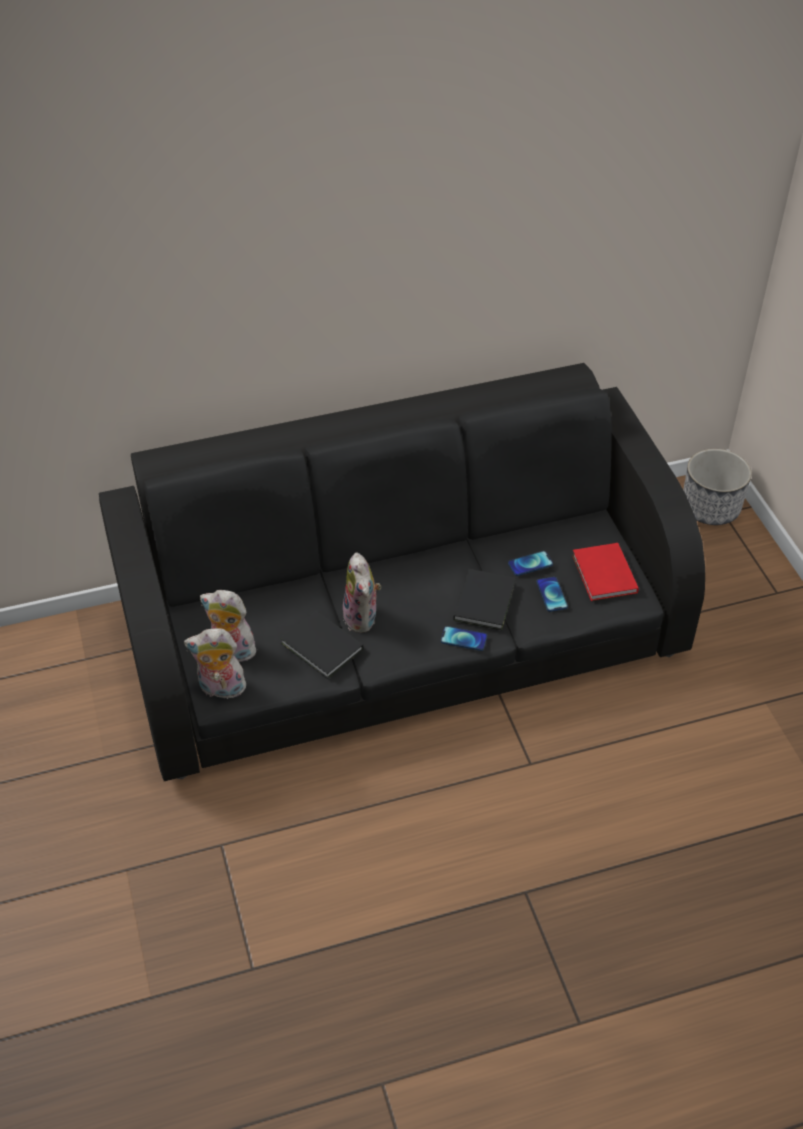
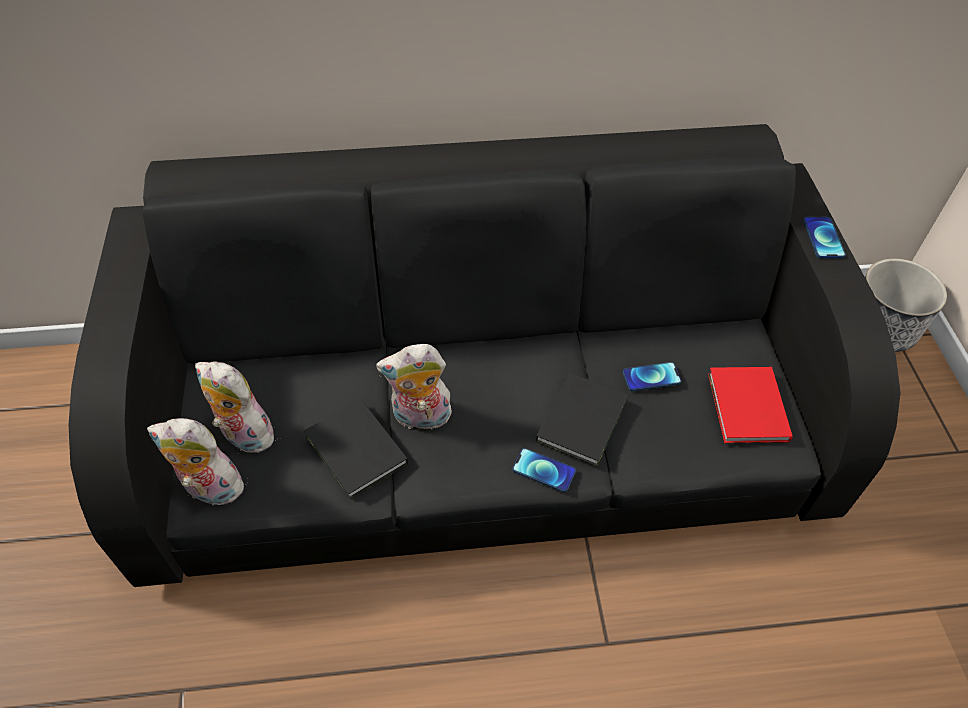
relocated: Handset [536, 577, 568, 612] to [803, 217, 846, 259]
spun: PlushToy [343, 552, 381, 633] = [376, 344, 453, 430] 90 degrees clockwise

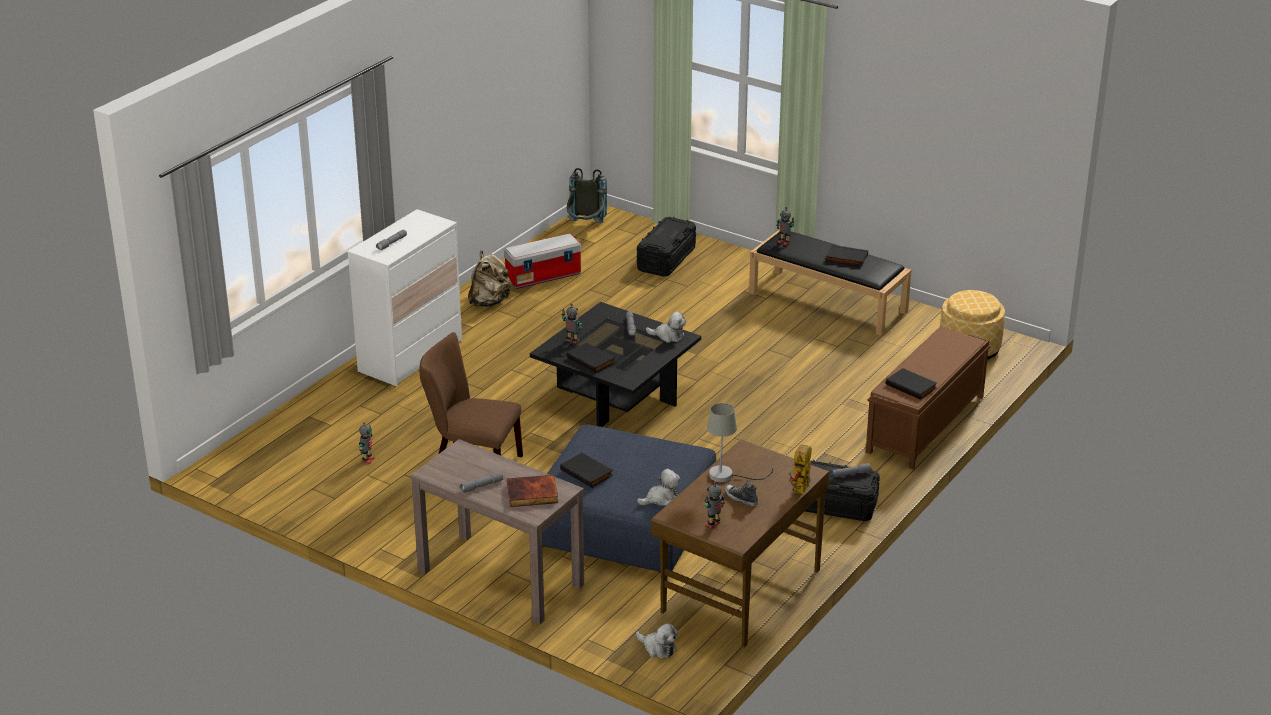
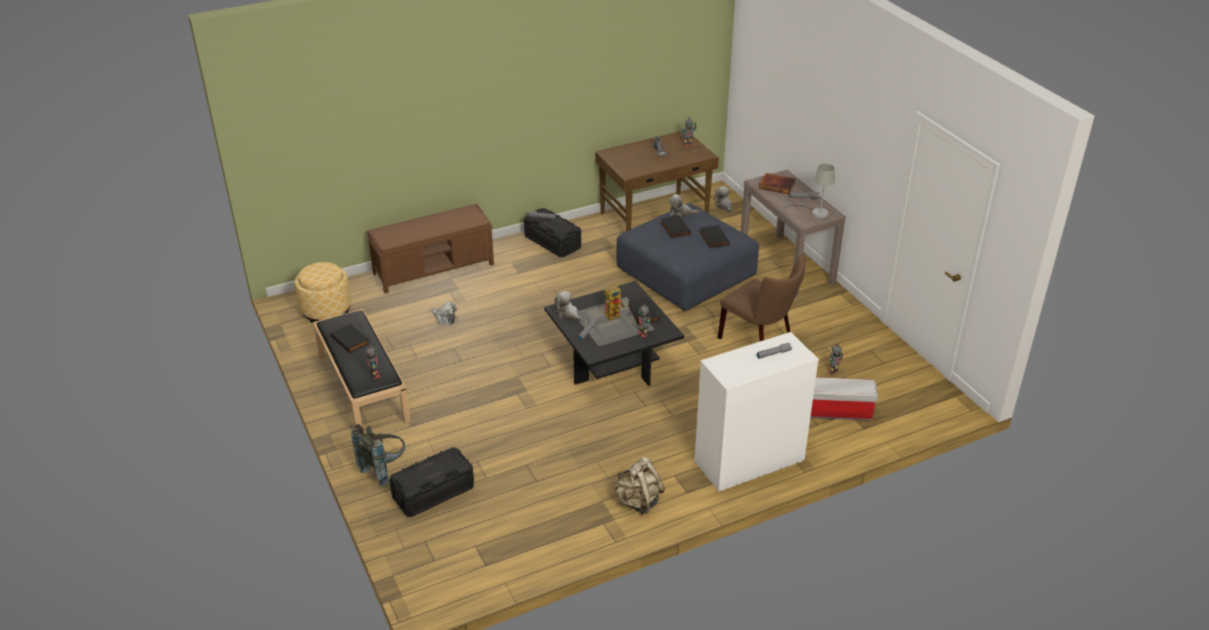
appeared: PlushToy [432, 302, 457, 325]
relocated: GreyishBackpack [567, 168, 607, 223] to [352, 424, 405, 486]; StorageContainer [504, 233, 581, 289] to [810, 377, 878, 421]; BlackVolume [886, 368, 937, 400] to [660, 215, 691, 238]; GreyishTabletopLamp [707, 403, 773, 483] to [785, 164, 835, 219]; ToyRobot [788, 444, 812, 494] to [604, 284, 625, 321]

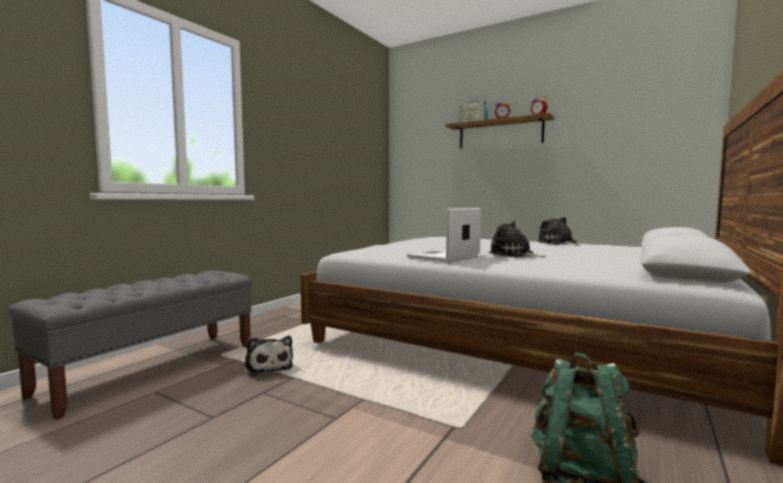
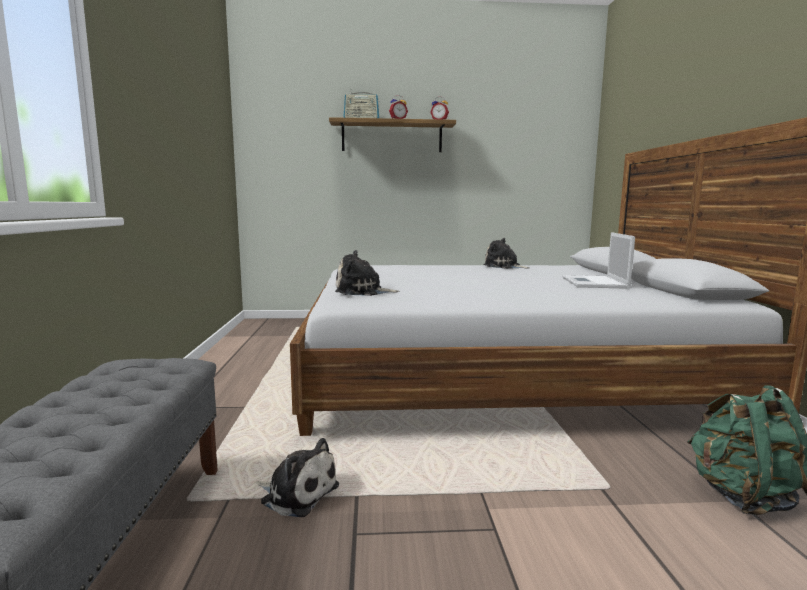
relocated: NotebookComputer [407, 208, 481, 262] to [562, 232, 635, 289]; PlushToy [489, 221, 546, 258] to [335, 250, 399, 296]

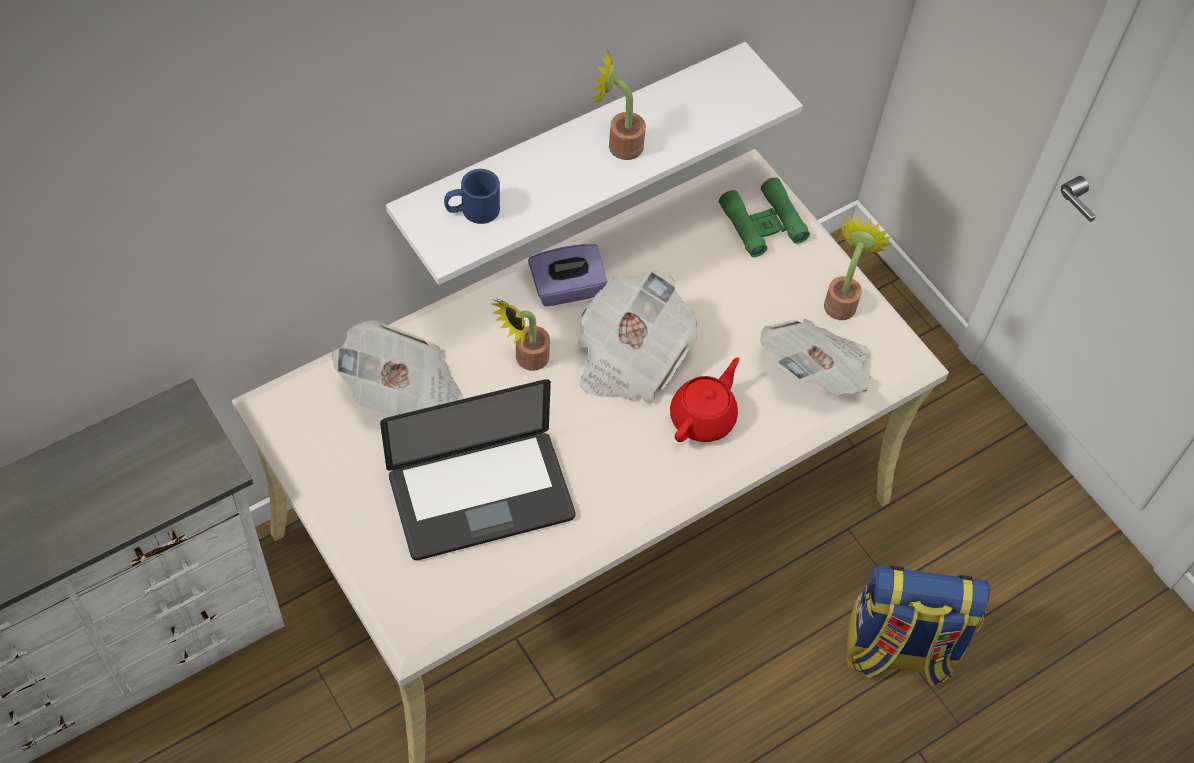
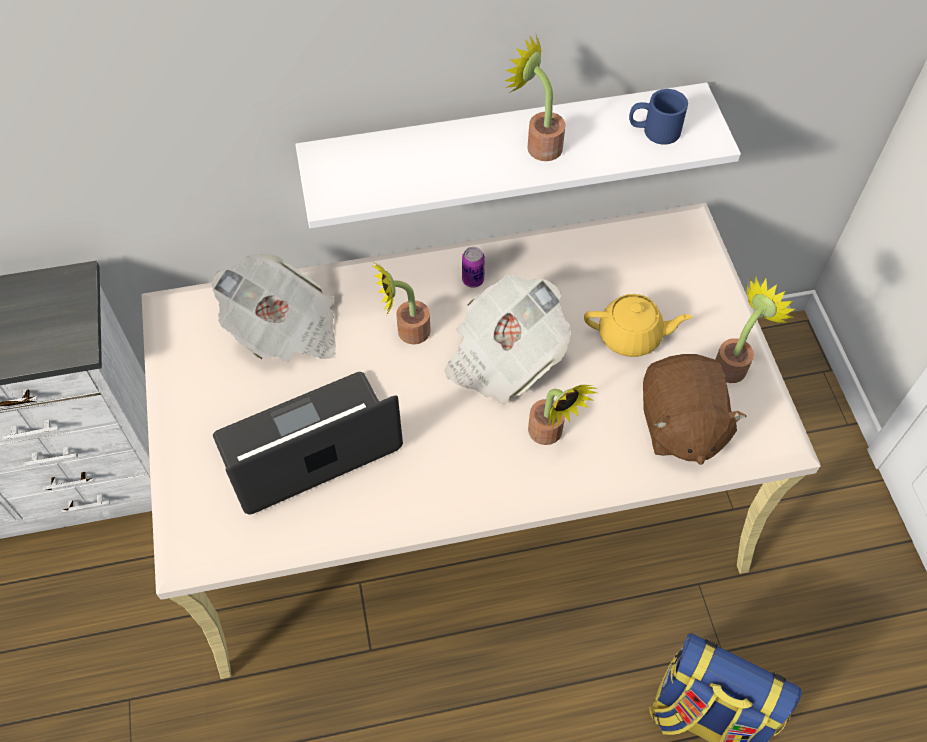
missing: GreenColouredPairOfBinoculars [719, 177, 810, 257]
appeared: YellowColouredTeaPot [584, 294, 692, 357]
relocated: BluishCoffeeMug [444, 169, 500, 224] to [629, 89, 688, 145]
exchanged: PurplishTissueBox [528, 244, 607, 306] to MetalCan [462, 247, 485, 288]; DailyPaper [760, 319, 871, 395] to BrownPlushToy [643, 354, 747, 465]; RedColouredTeaPot [670, 357, 739, 442] to PottedPlant [528, 385, 597, 445]
spun: NotebookComputer [380, 379, 576, 560] = [213, 372, 403, 514] 150 degrees clockwise

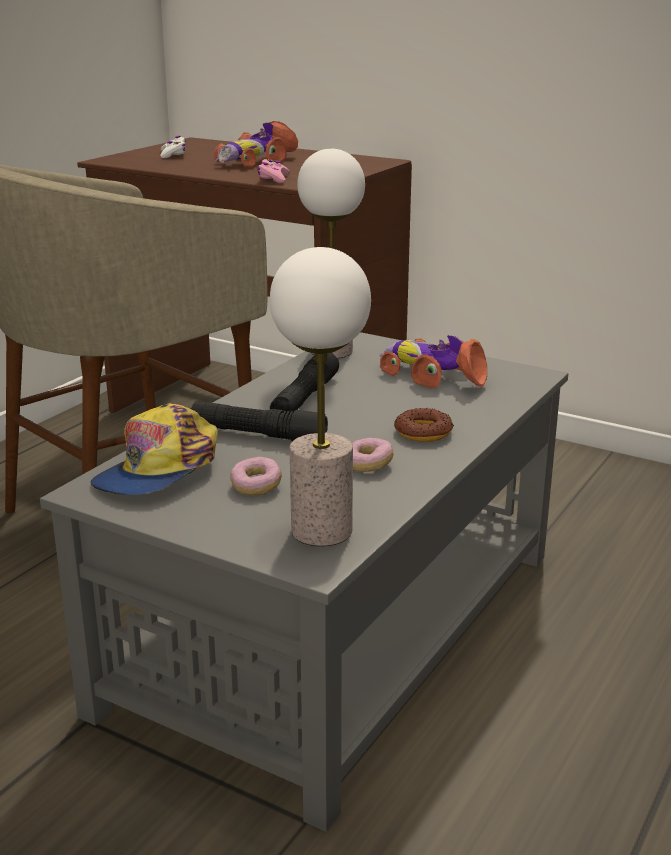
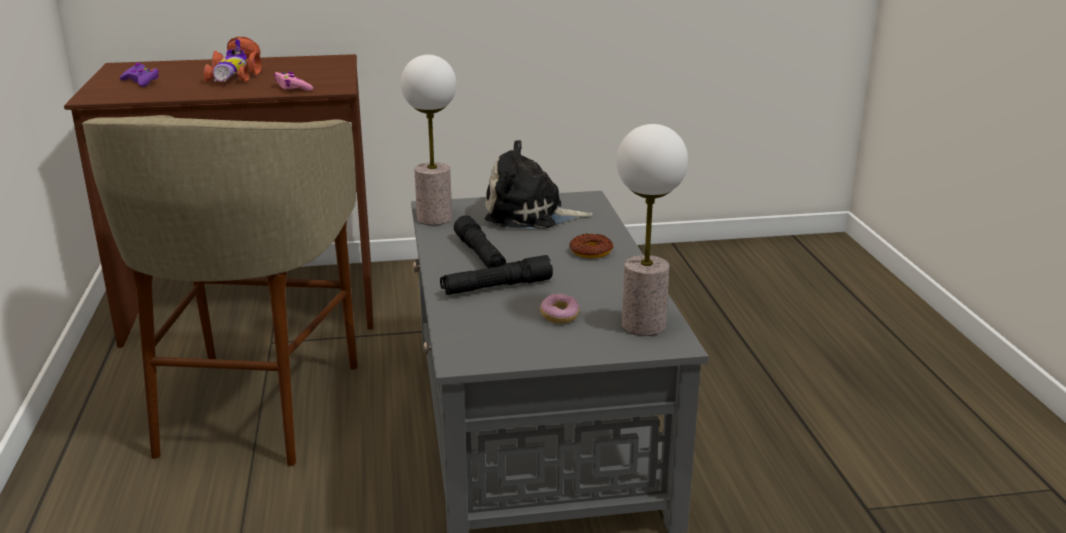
missing: Cap [90, 403, 218, 495]; Donut [352, 438, 394, 472]
exchanged: ToyCar [380, 335, 487, 388] to PlushToy [485, 140, 593, 229]
colour: WhitishJoypad [160, 136, 186, 158] to PurplishJoypad [119, 63, 159, 87]

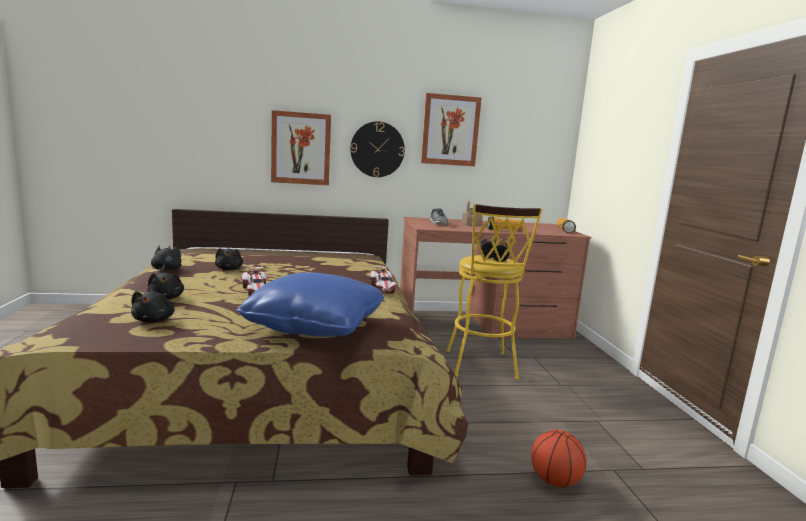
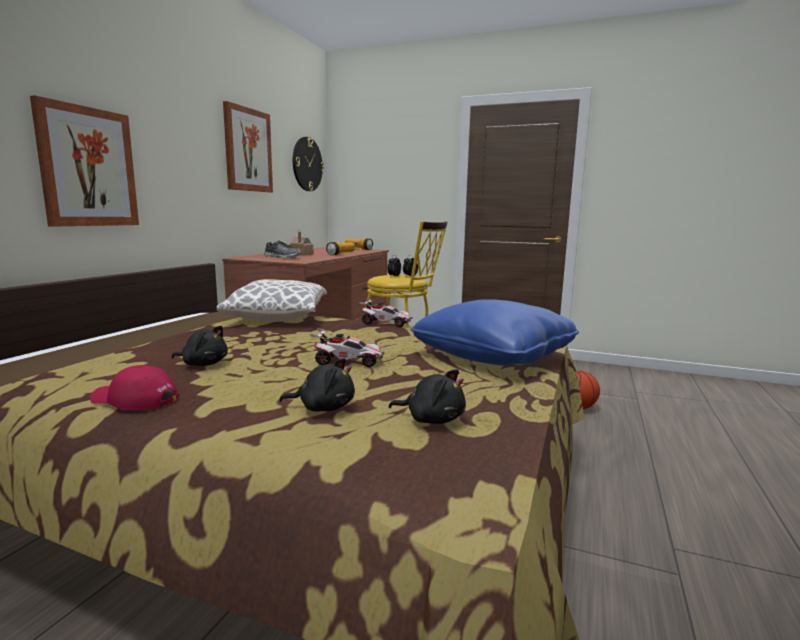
appeared: Cushion [216, 279, 327, 322]
relocated: ClockOnTheWall [350, 122, 405, 177] to [293, 137, 324, 191]
exchanged: BlackPlushToy [151, 246, 181, 273] to RedColouredCap [90, 365, 179, 410]

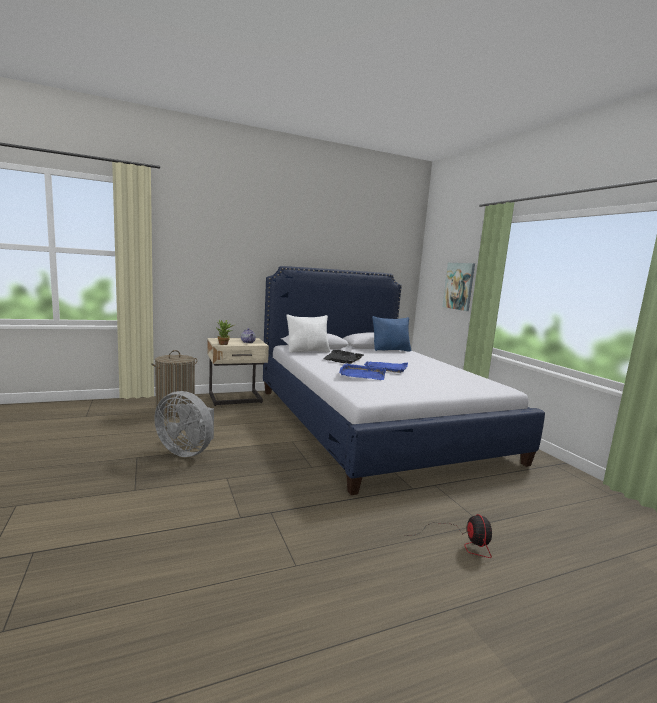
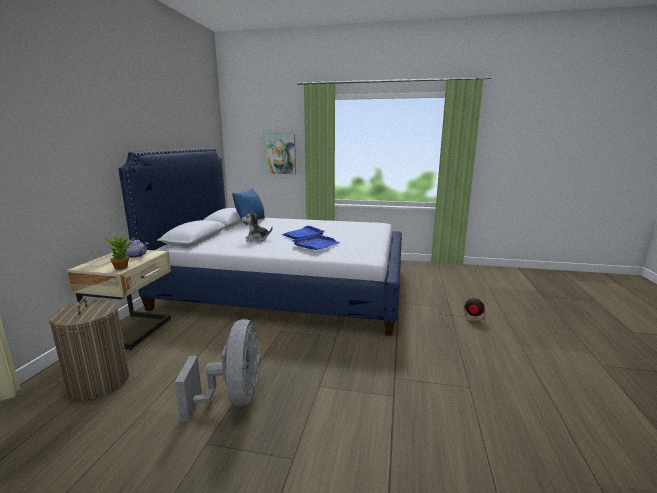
missing: WhitishCushion [286, 314, 330, 352]
exchanged: BlackTray [323, 350, 364, 364] to PlushToy [242, 210, 273, 242]
spun: GreyishFan [154, 391, 214, 457] = [175, 319, 261, 422] 60 degrees counterclockwise

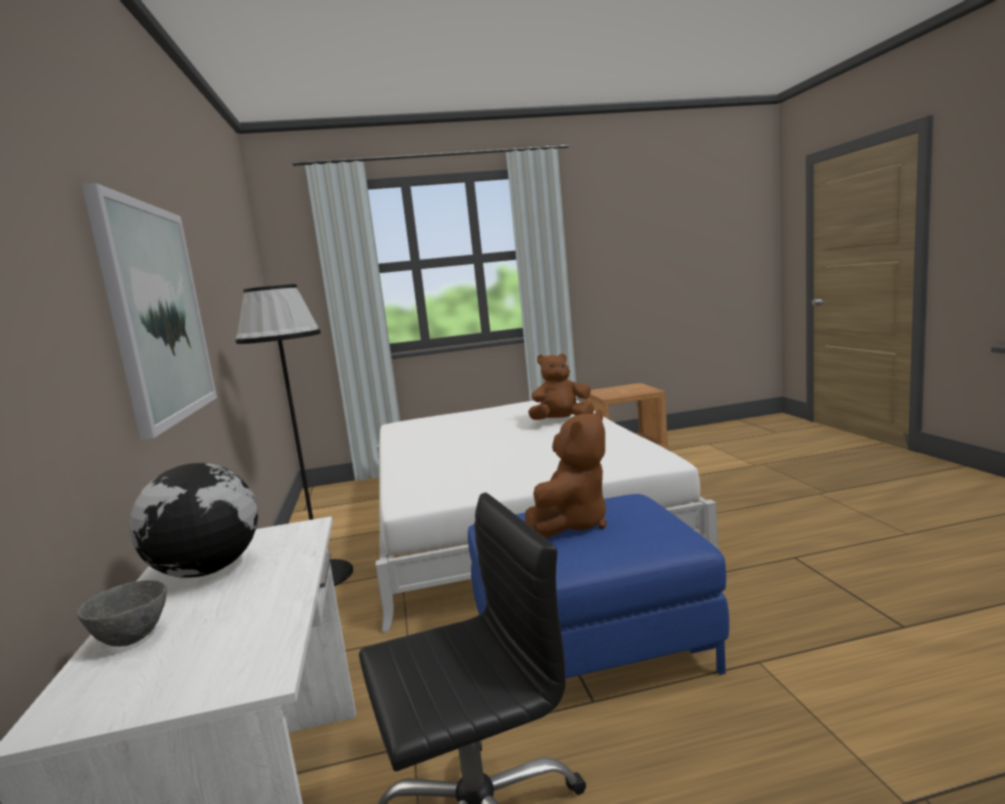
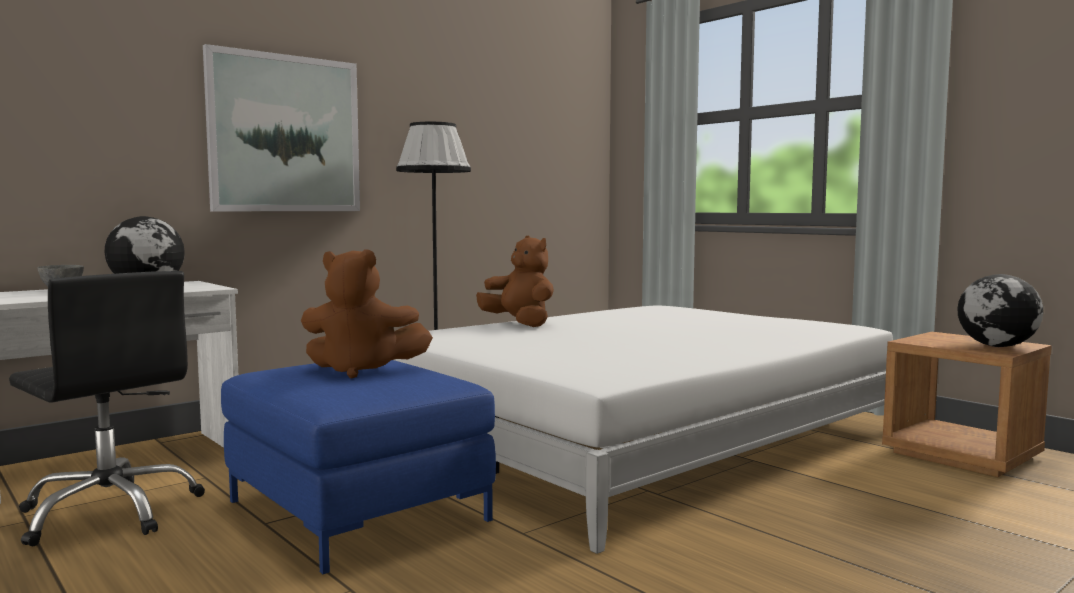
appeared: Globe [957, 274, 1043, 347]
relocated: BrownPlushToy [528, 353, 594, 420] to [476, 235, 554, 327]

